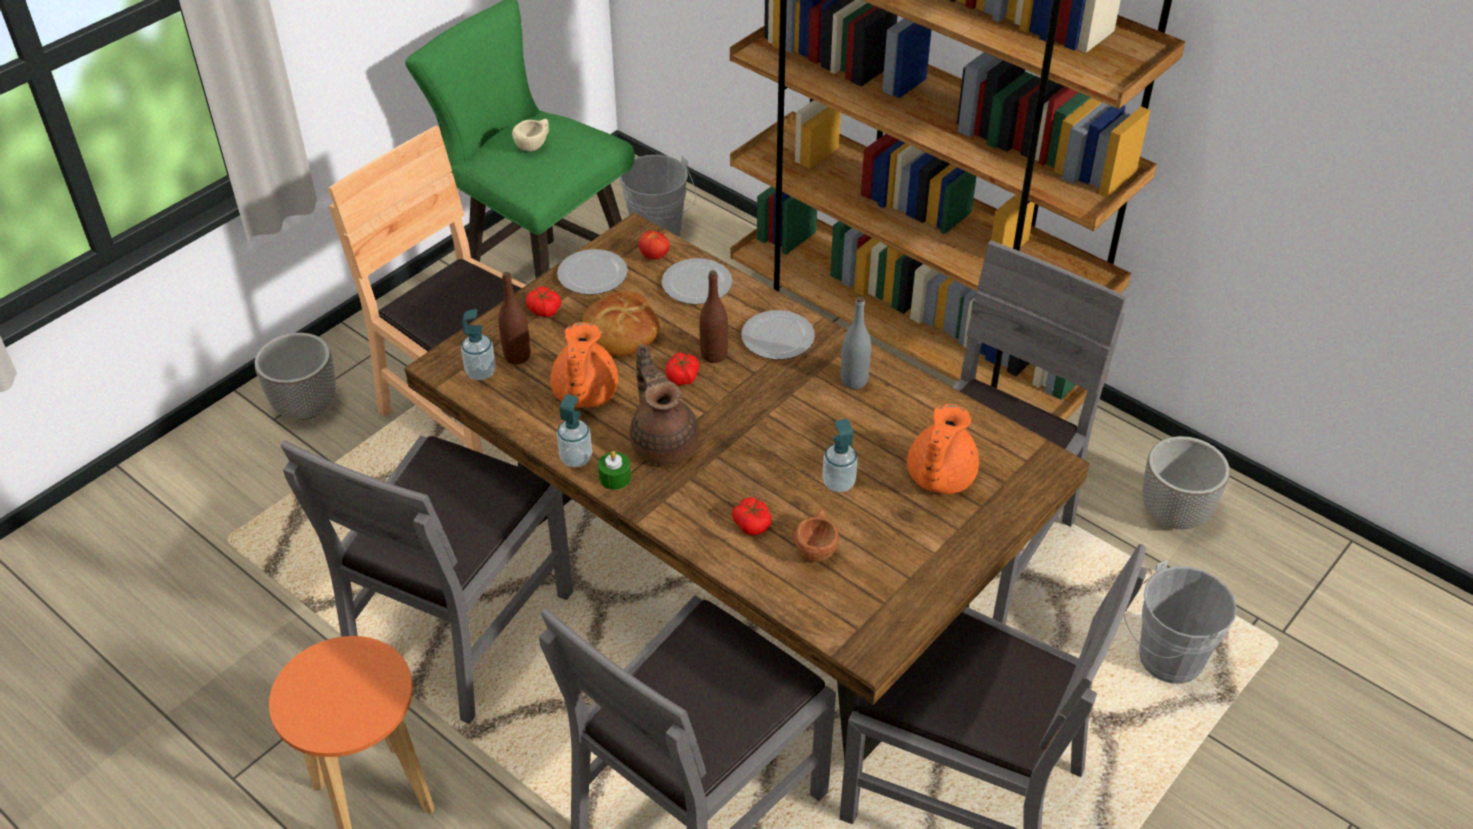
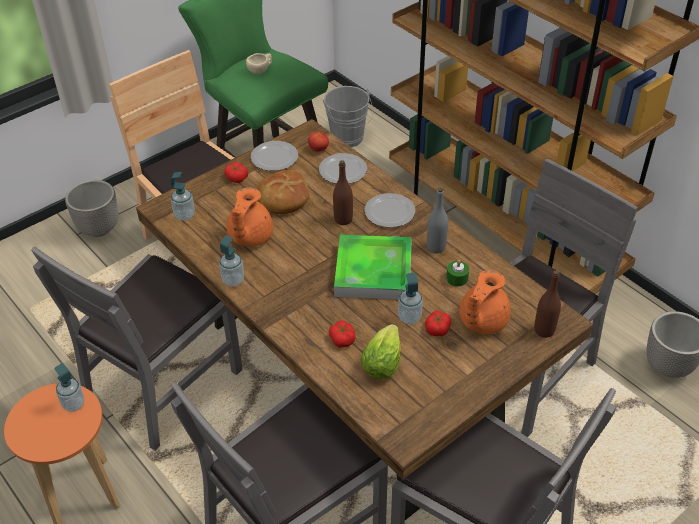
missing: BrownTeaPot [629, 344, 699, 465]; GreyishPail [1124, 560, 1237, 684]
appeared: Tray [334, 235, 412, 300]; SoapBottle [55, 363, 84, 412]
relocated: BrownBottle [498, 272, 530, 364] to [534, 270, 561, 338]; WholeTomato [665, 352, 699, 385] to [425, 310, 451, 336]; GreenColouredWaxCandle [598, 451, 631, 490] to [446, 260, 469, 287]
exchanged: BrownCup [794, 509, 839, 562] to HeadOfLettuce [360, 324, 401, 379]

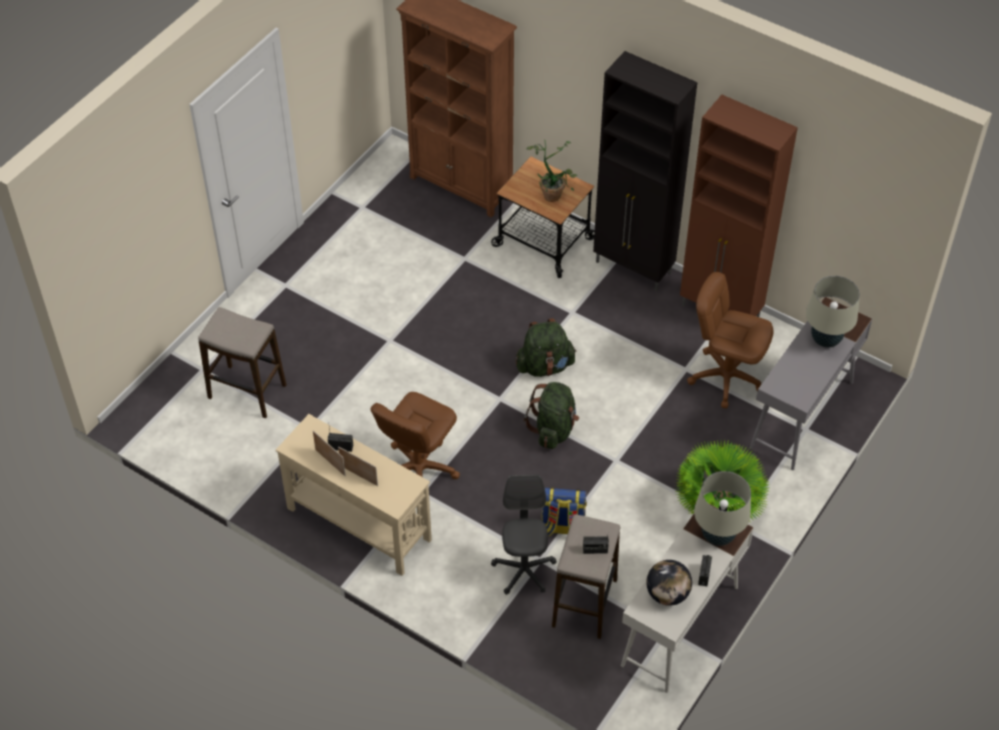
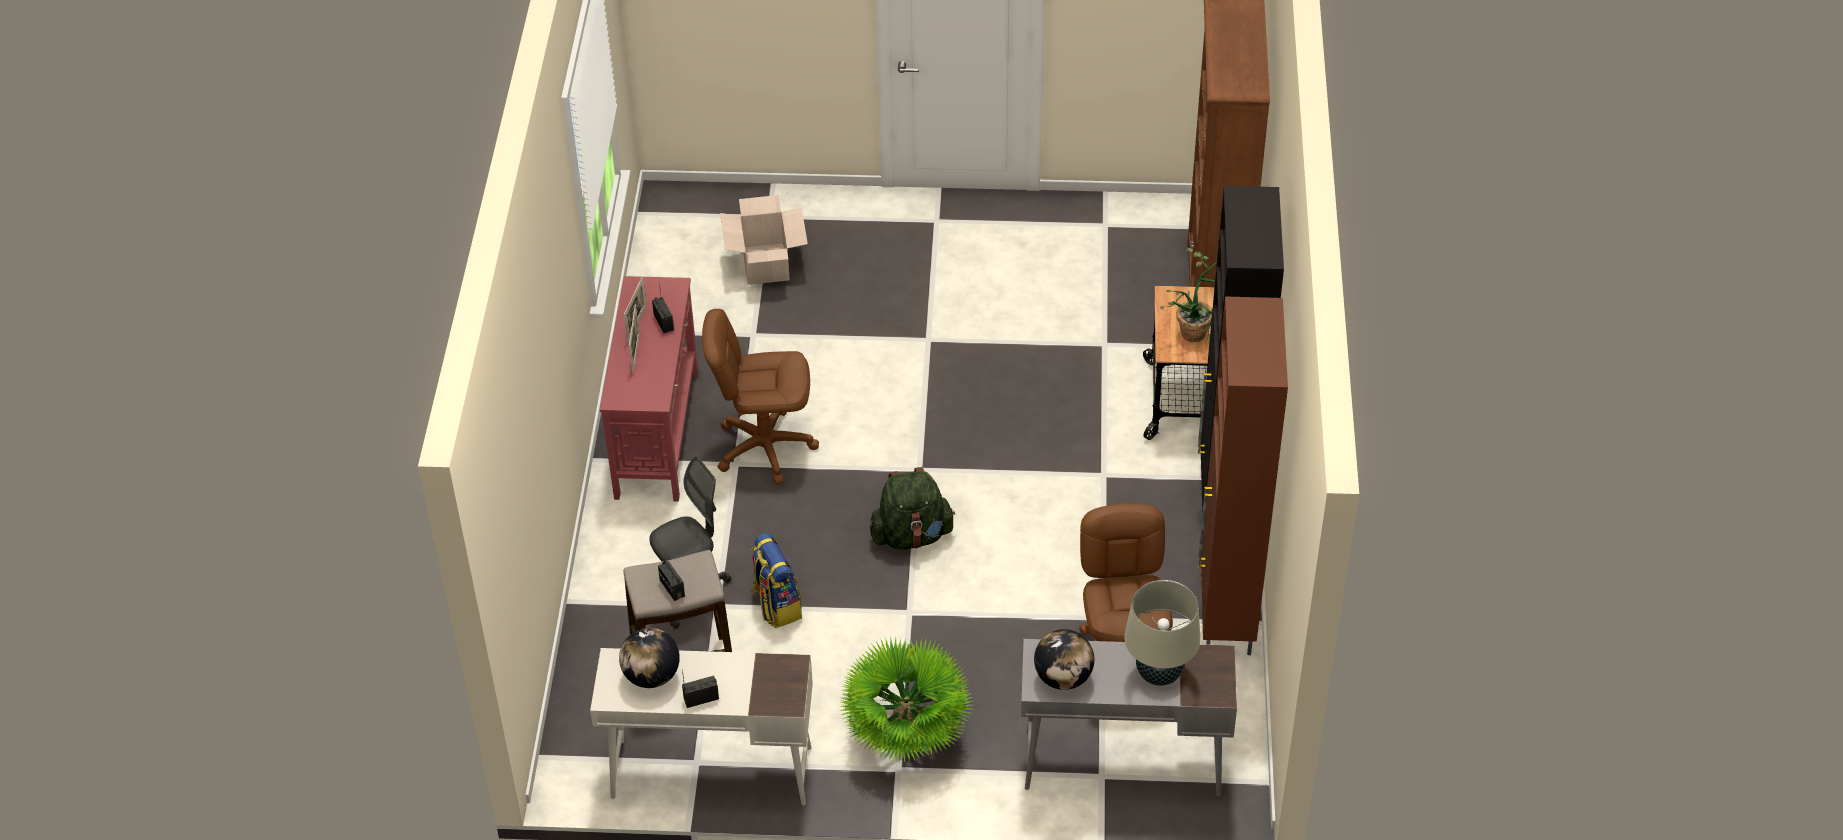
missing: GreenColouredBackpack [516, 318, 577, 377]; SandColouredTabletopLamp [694, 471, 751, 546]
appeared: Globe [1034, 629, 1094, 690]
exchanged: SittingStool [198, 307, 286, 418] to PackingBox [720, 195, 808, 285]
colour: SandColouredConsoleTable [276, 414, 432, 576] to RedColouredConsoleTable [600, 276, 698, 502]

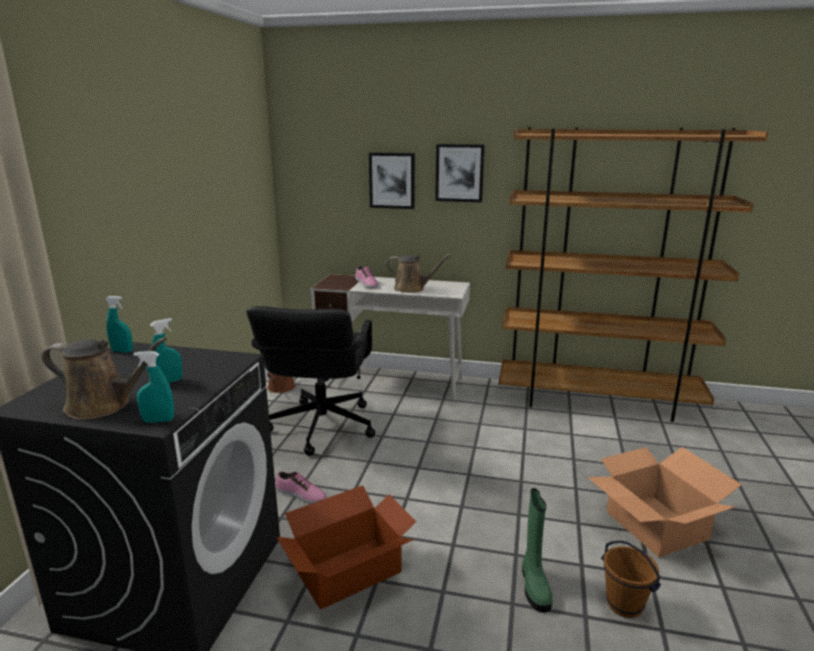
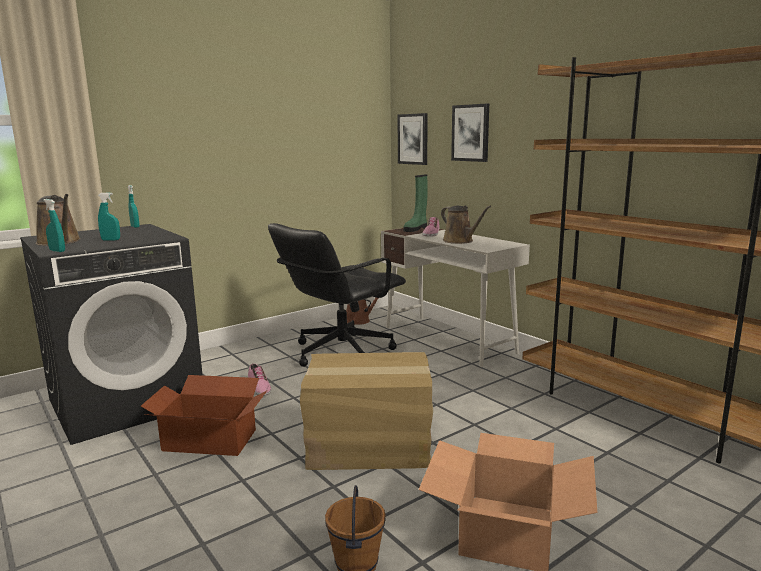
appeared: PackingBox [300, 352, 433, 470]
relocated: WallArt [435, 144, 485, 202] to [398, 113, 428, 165]; GreenColouredTallBoot [522, 488, 552, 613] to [403, 174, 428, 232]

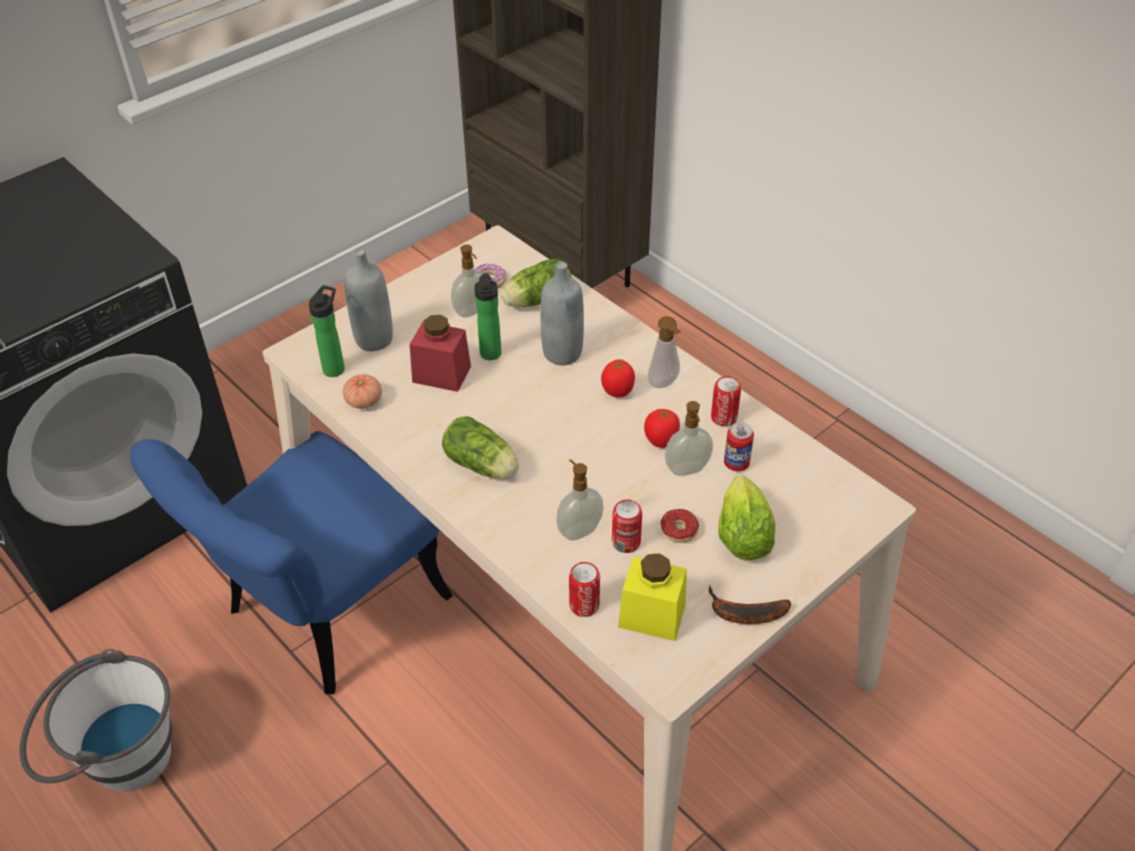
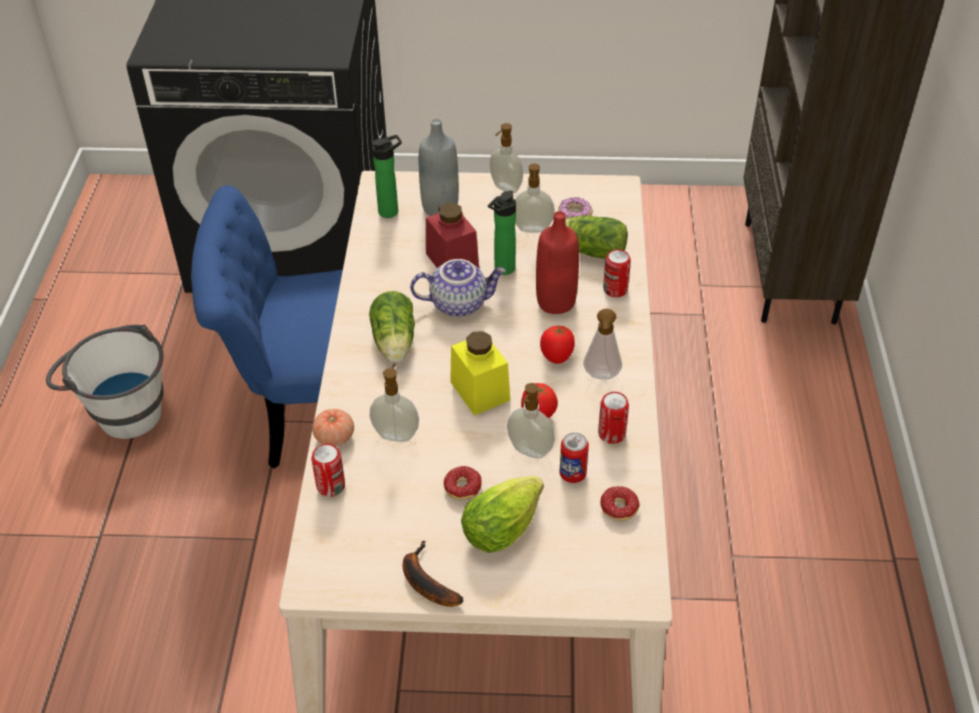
appeared: SoapBottle [490, 123, 523, 193]; TeaPot [410, 259, 506, 317]; Donut [594, 486, 640, 523]
relocated: WholeTomato [343, 374, 382, 409] to [312, 409, 354, 447]; MetalCan [612, 500, 642, 553] to [603, 249, 631, 297]; YellowColouredPreserveJar [618, 553, 687, 641] to [450, 331, 510, 415]
colour: GreyishBottle [540, 262, 584, 366] to RedColouredBottle [536, 211, 579, 314]

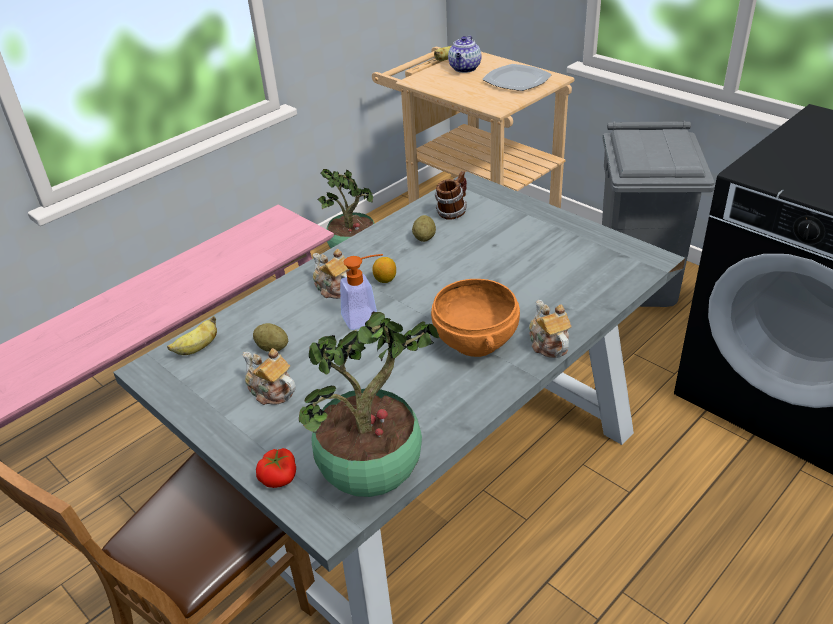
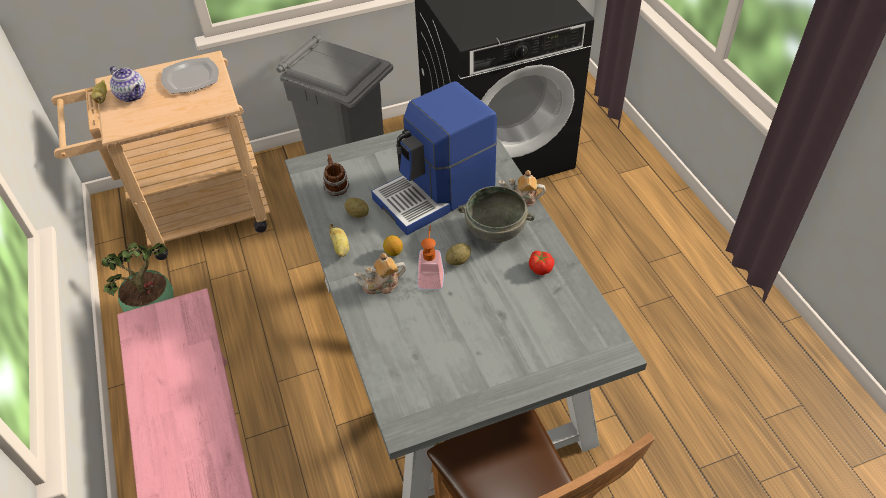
missing: PottedPlant [299, 312, 439, 497]; TeaPot [243, 348, 296, 405]
appeared: CoffeeMaker [371, 81, 497, 235]
relocated: Banana [167, 316, 217, 355] to [329, 224, 349, 257]; Spud [253, 323, 288, 352] to [446, 243, 471, 265]; WholeTomato [256, 448, 296, 488] to [529, 251, 555, 275]
colour: OrangeDeepDish [431, 279, 520, 357] to GreyishDeepDish [458, 186, 535, 243]

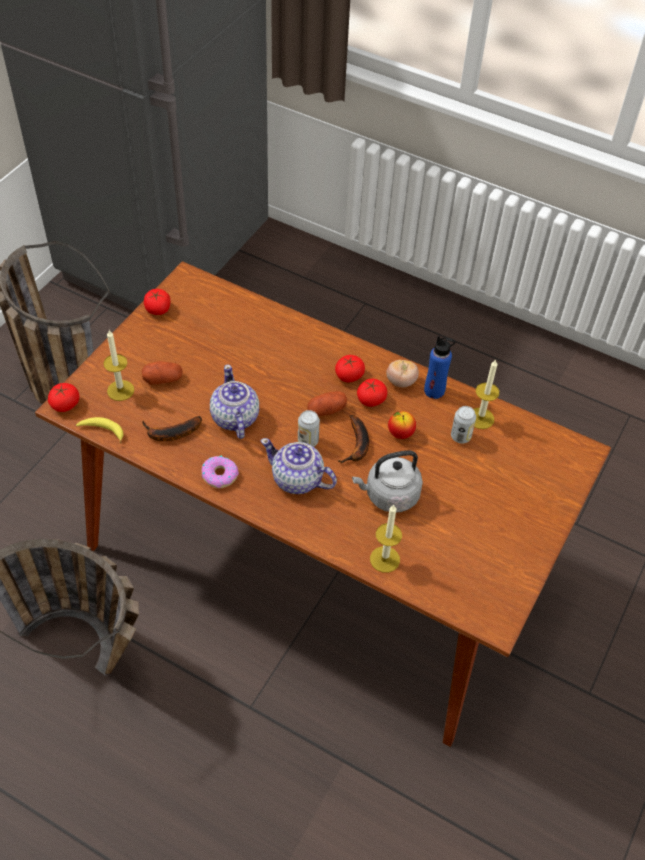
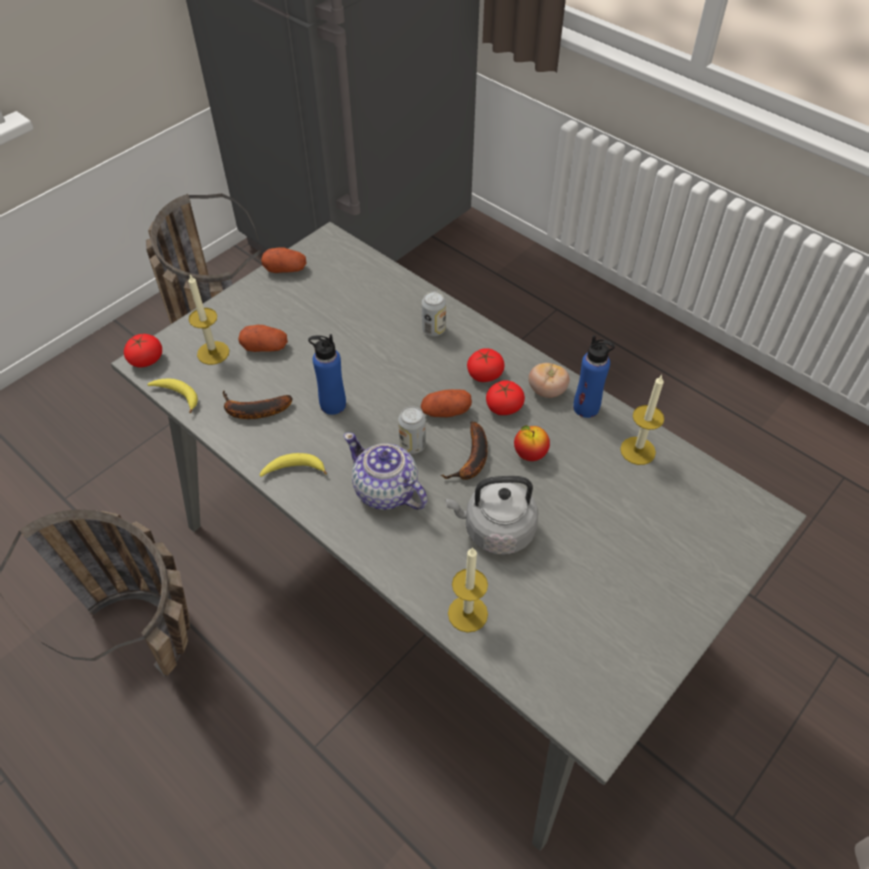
relocated: MetalCan [451, 406, 476, 443] to [422, 291, 446, 336]
exchanged: WholeTomato [144, 289, 170, 315] to Spud [261, 247, 307, 273]; TeaPot [210, 364, 259, 439] to BluishBottle [308, 334, 346, 415]; Donut [202, 456, 239, 488] to Banana [260, 453, 327, 477]
colour: BrownDiningTable [35, 262, 611, 747] to GreyishDiningTable [111, 222, 806, 851]

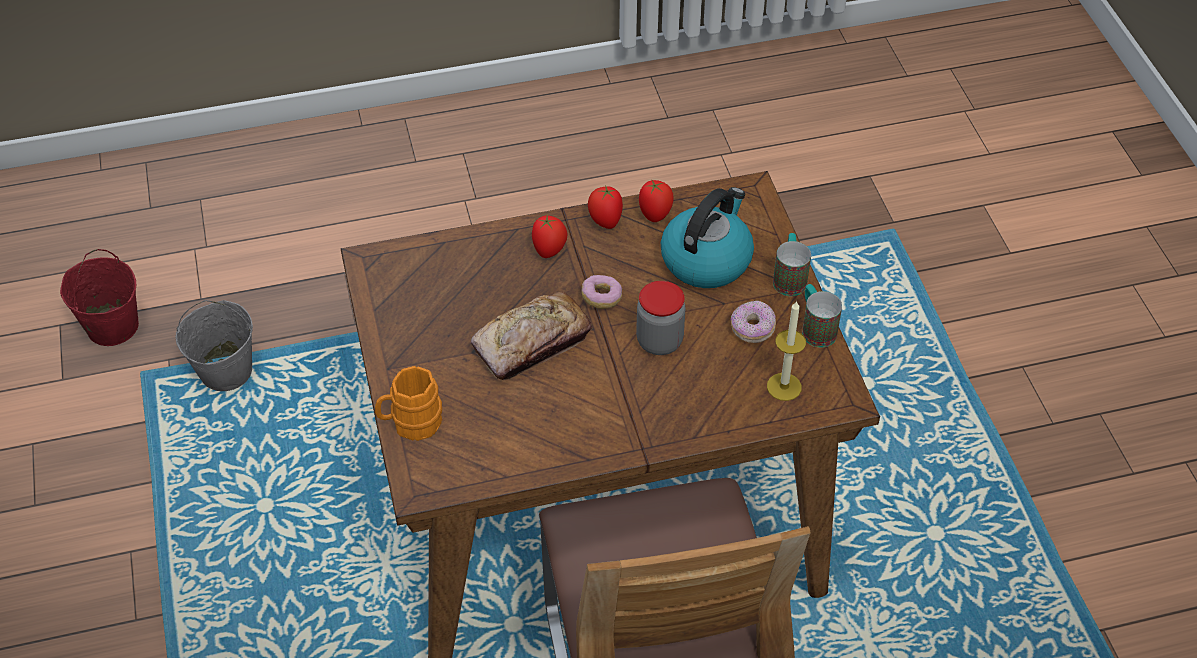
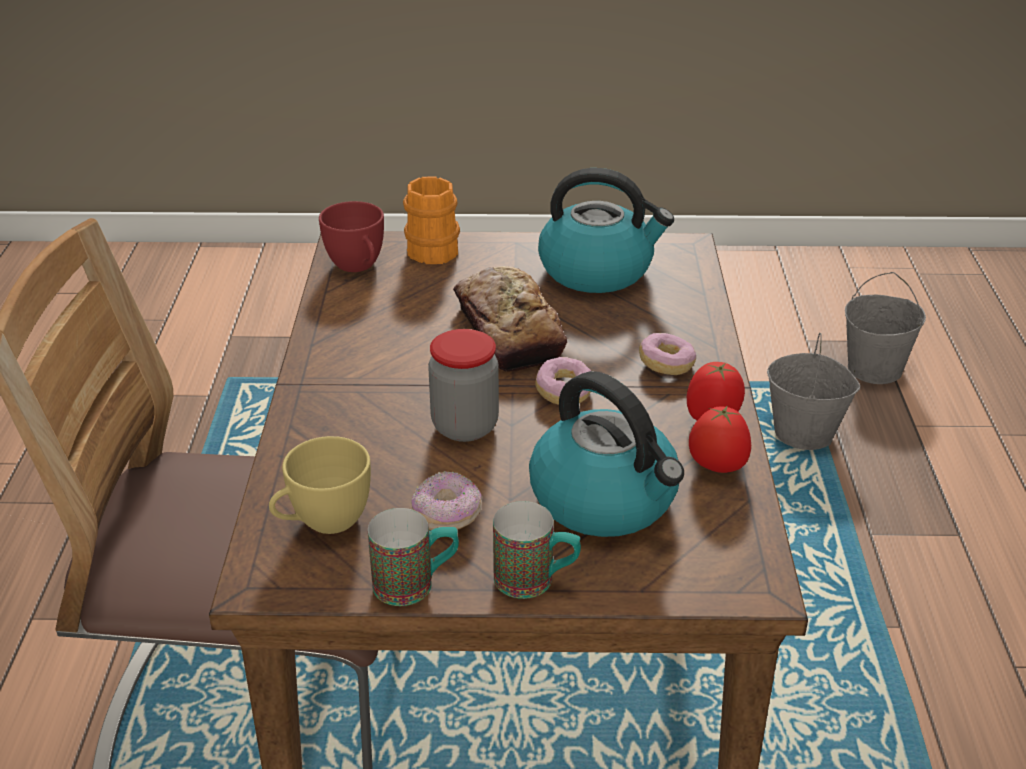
appeared: WaterKettle [538, 168, 674, 293]; RedColouredCup [319, 201, 384, 272]
exchanged: WholeTomato [532, 214, 567, 258] to Donut [639, 333, 696, 375]; WaxCandle [767, 301, 806, 401] to YellowColouredCup [269, 436, 371, 534]
colour: RedColouredPail [60, 249, 139, 346] to GreyishPail [845, 272, 926, 384]

